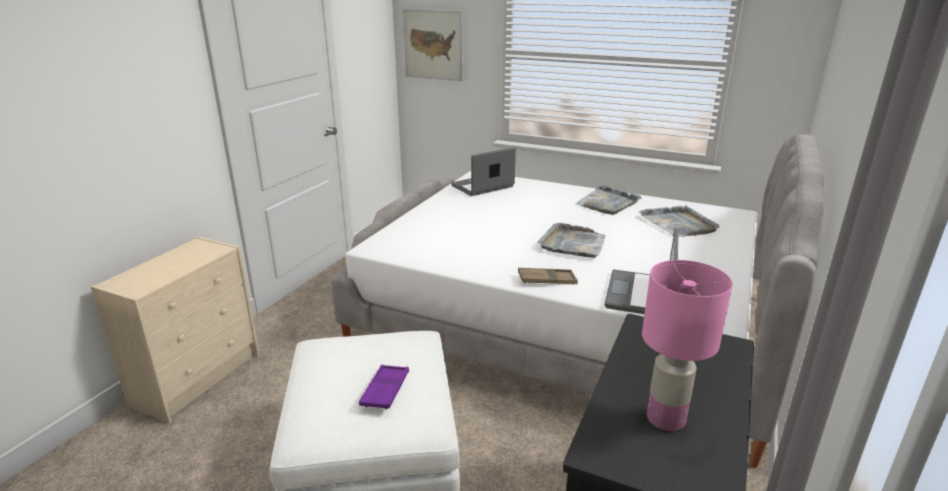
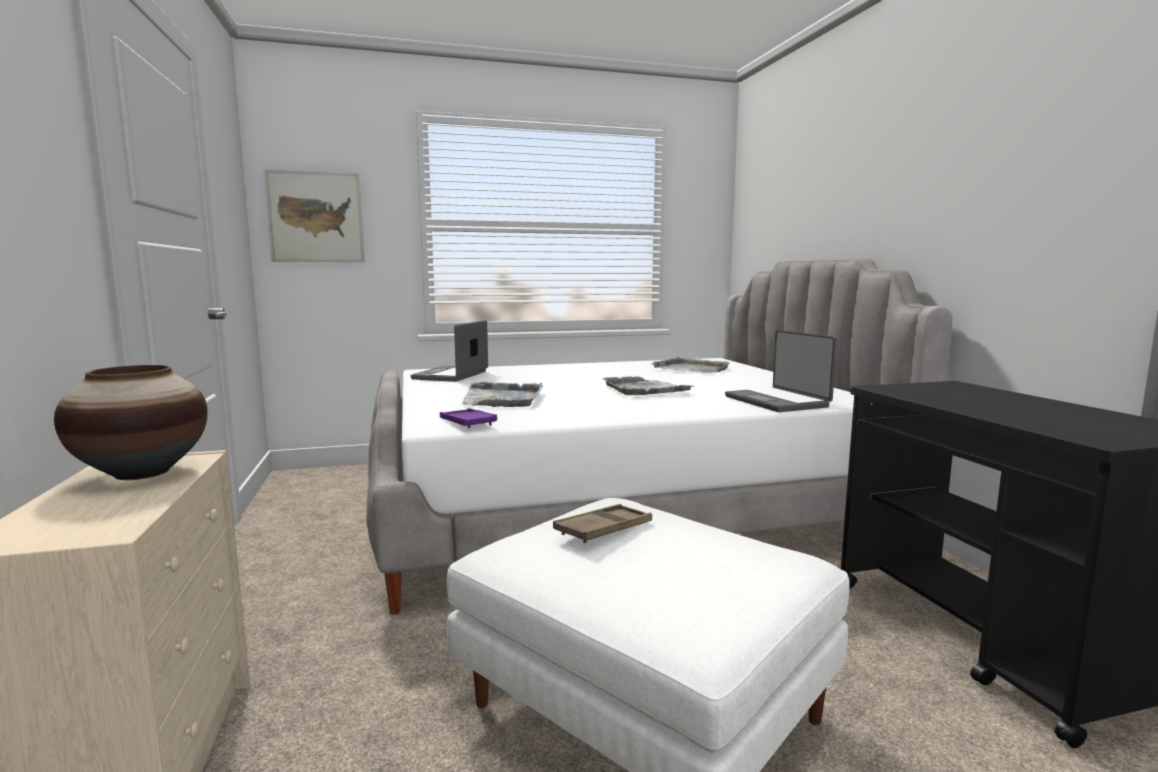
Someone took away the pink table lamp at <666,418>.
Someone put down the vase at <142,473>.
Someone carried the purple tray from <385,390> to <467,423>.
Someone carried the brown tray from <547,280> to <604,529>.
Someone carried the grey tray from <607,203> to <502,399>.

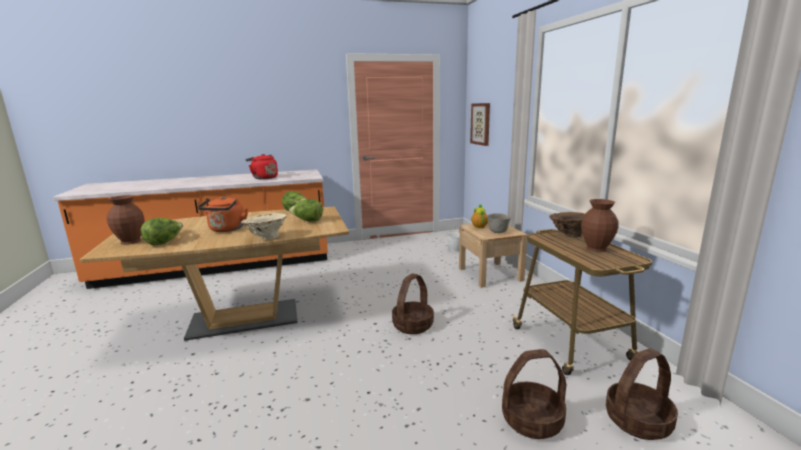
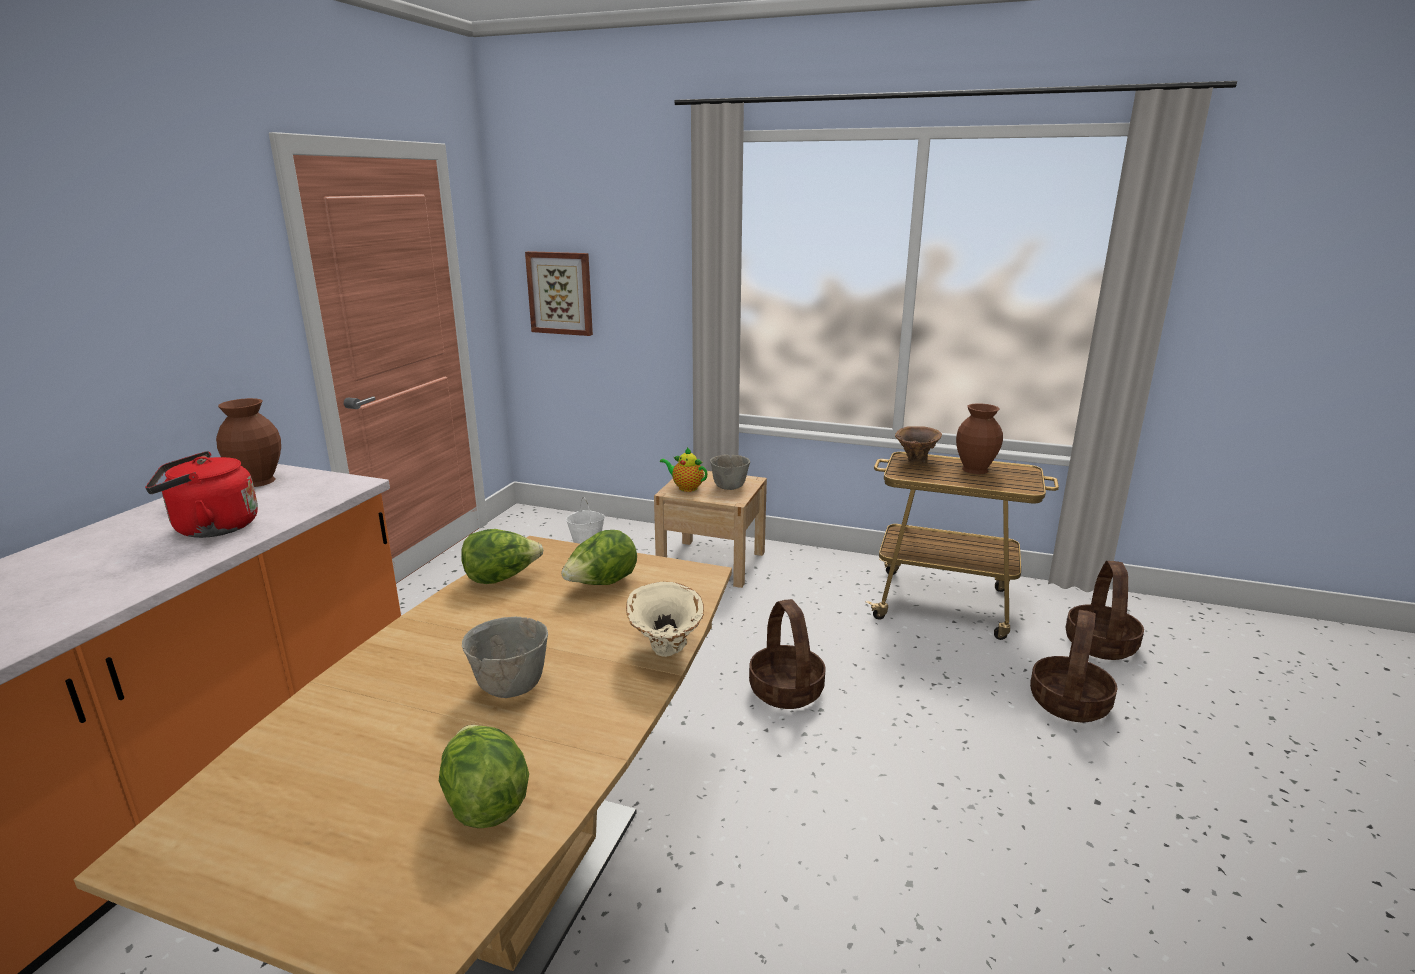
Someone carried the brown vase from <131,241> to <259,481>.
Someone swapped the orange kettle at <226,230> for the grey bowl at <509,688>.

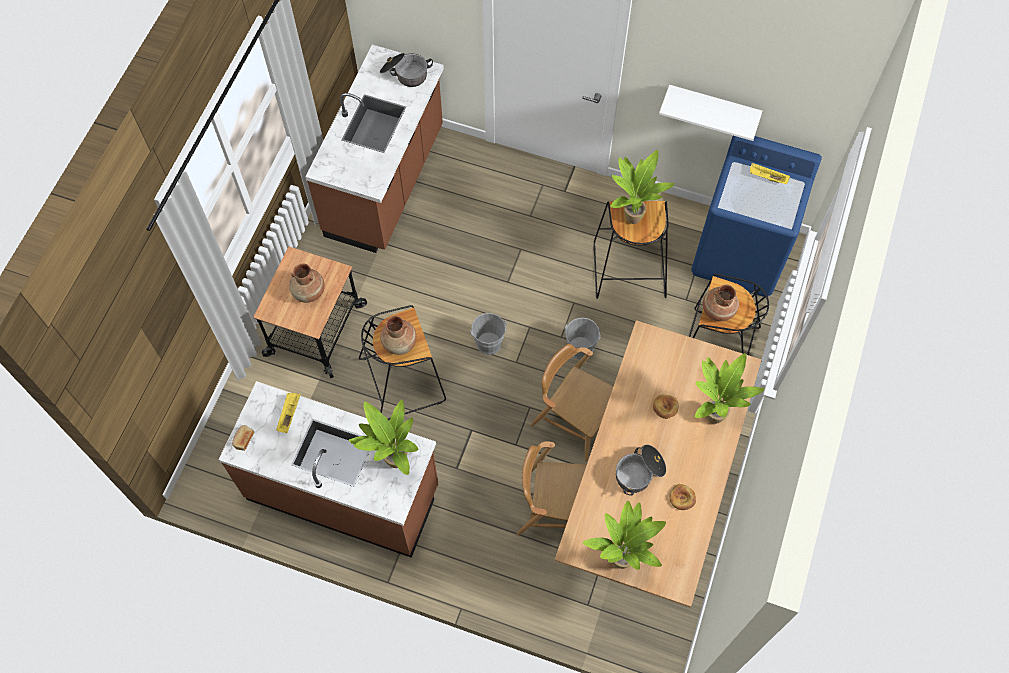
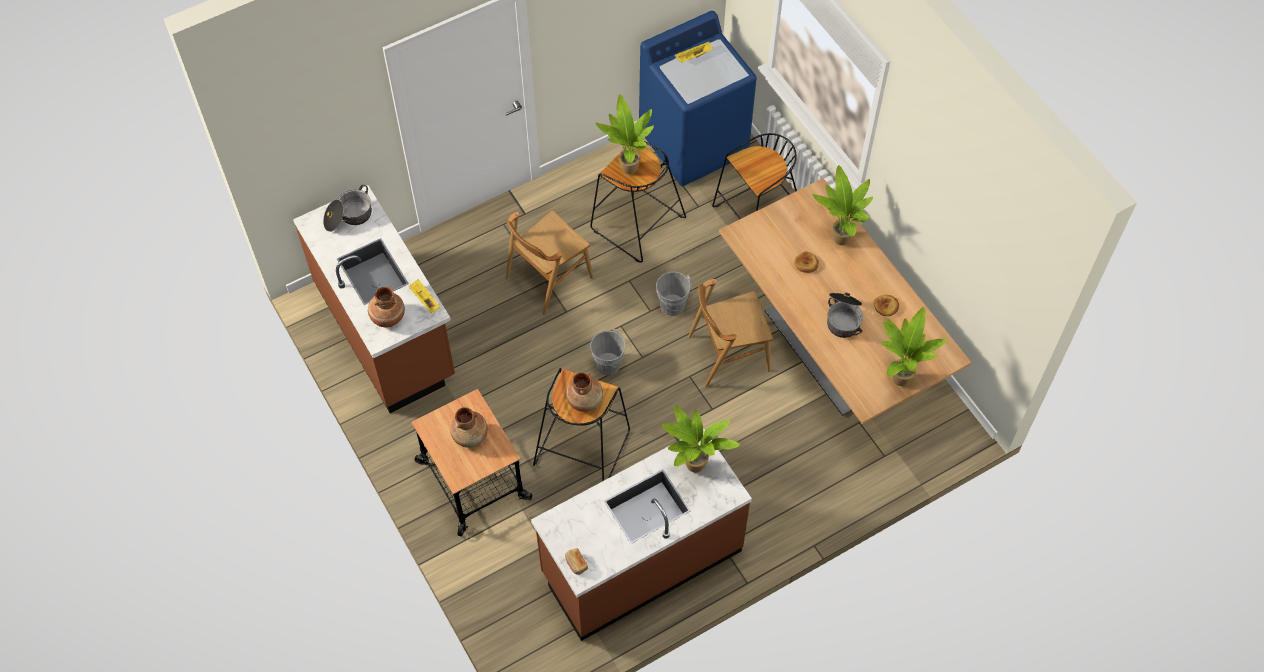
Someone took away the white shelf at <713,107>.
Someone carried the yellow tray from <289,414> to <424,300>.
Someone carried the brown chair from <554,509> to <548,278>.
Someone carried the brown vase from <717,310> to <387,317>.

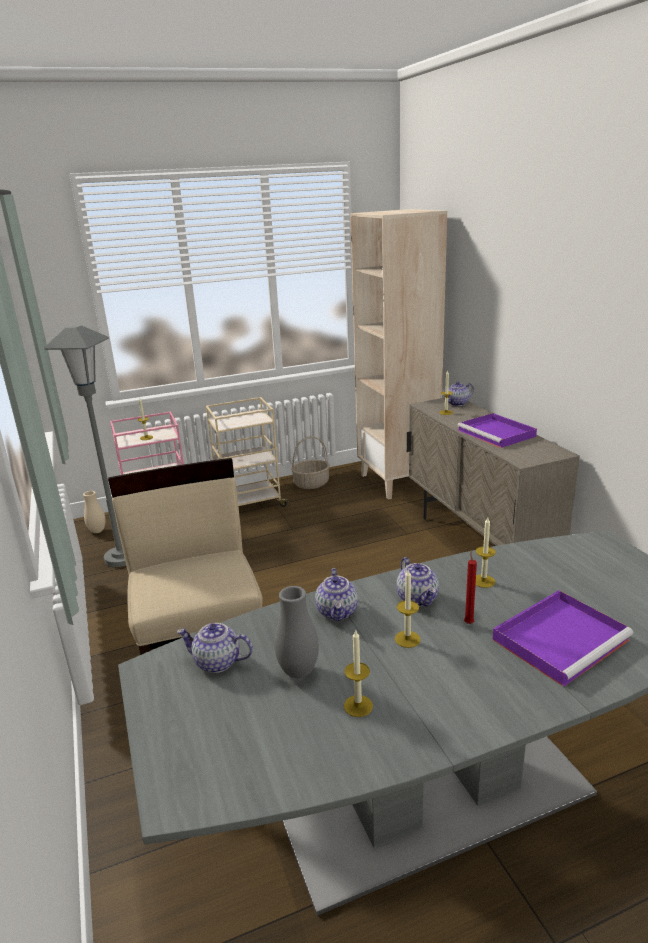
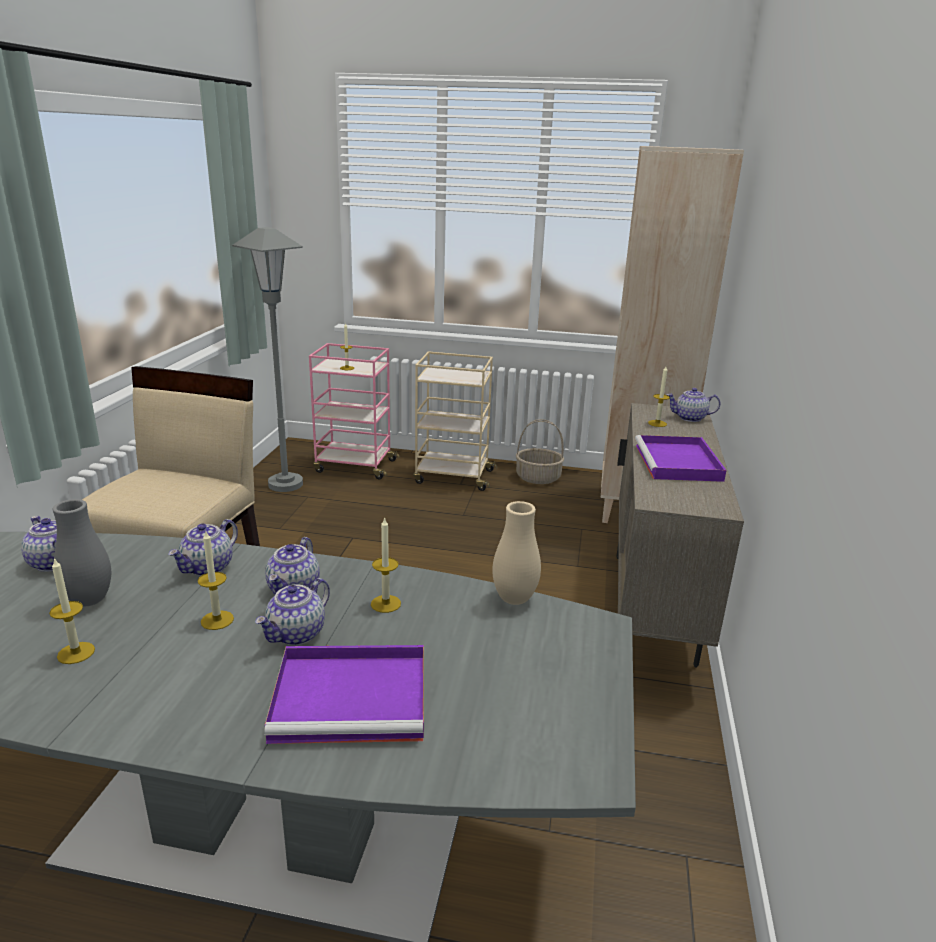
Someone carried the beige vase from <97,531> to <514,599>.
Someone swapped the red candle at <468,622> for the teapot at <296,634>.

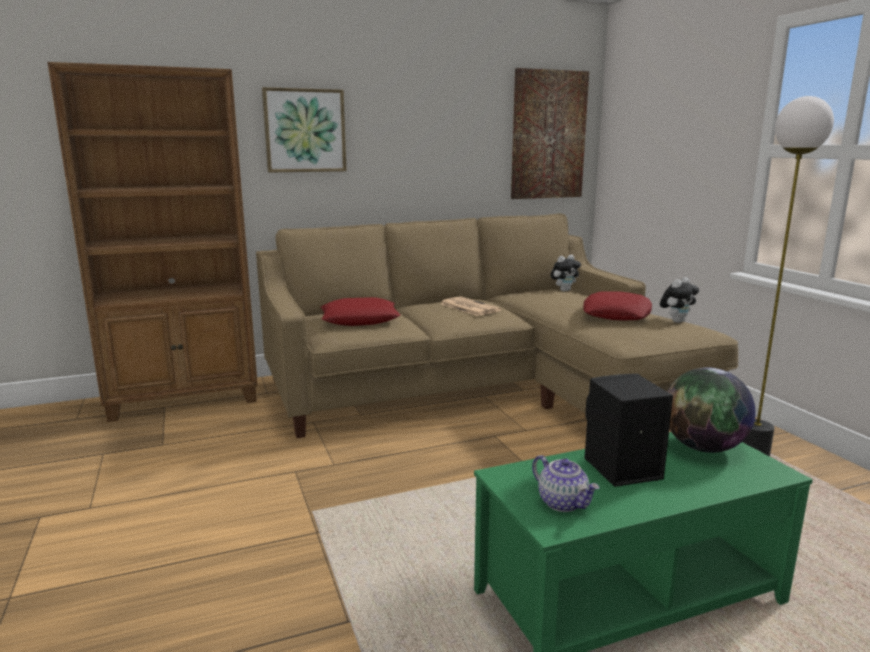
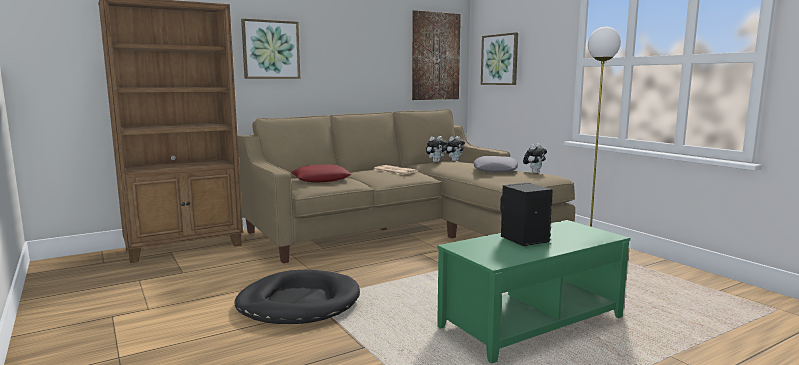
Someone took away the teapot at <563,503>.
Someone took away the globe at <703,448>.
Someone put down the black dog bed at <298,302>.
Someone put down the plush toy at <436,162>.
Someone put up the picture at <500,59>.
Someone repainted the red pillow at <616,314>, which became the grey pillow at <495,170>.

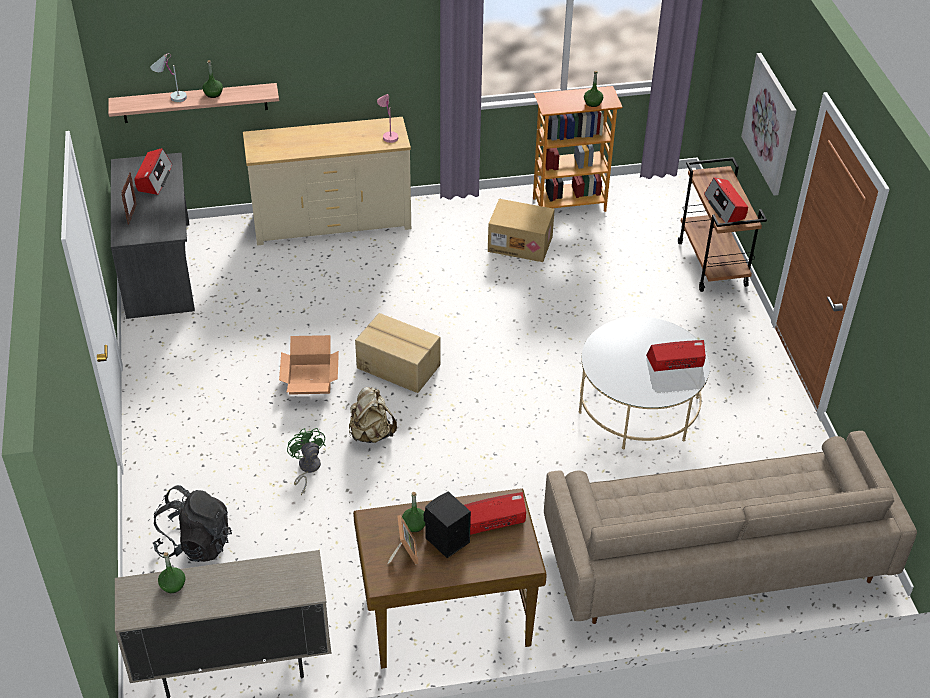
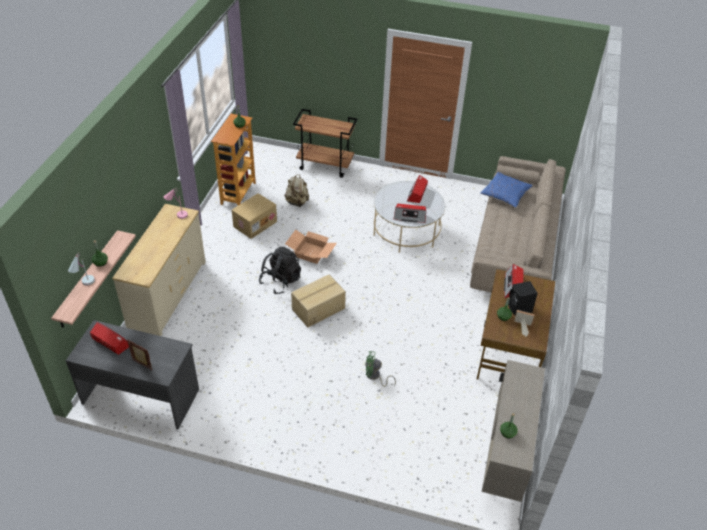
Someone took away the picture at <770,123>.
Someone put down the blue pillow at <505,195>.
Someone carried the black backpack from <195,543> to <280,281>.
Someone carried the cardboard box from <309,378> to <310,253>.
Someone carried the beige backpack from <371,434> to <297,202>.
Someone carried the radio from <725,207> to <410,216>.

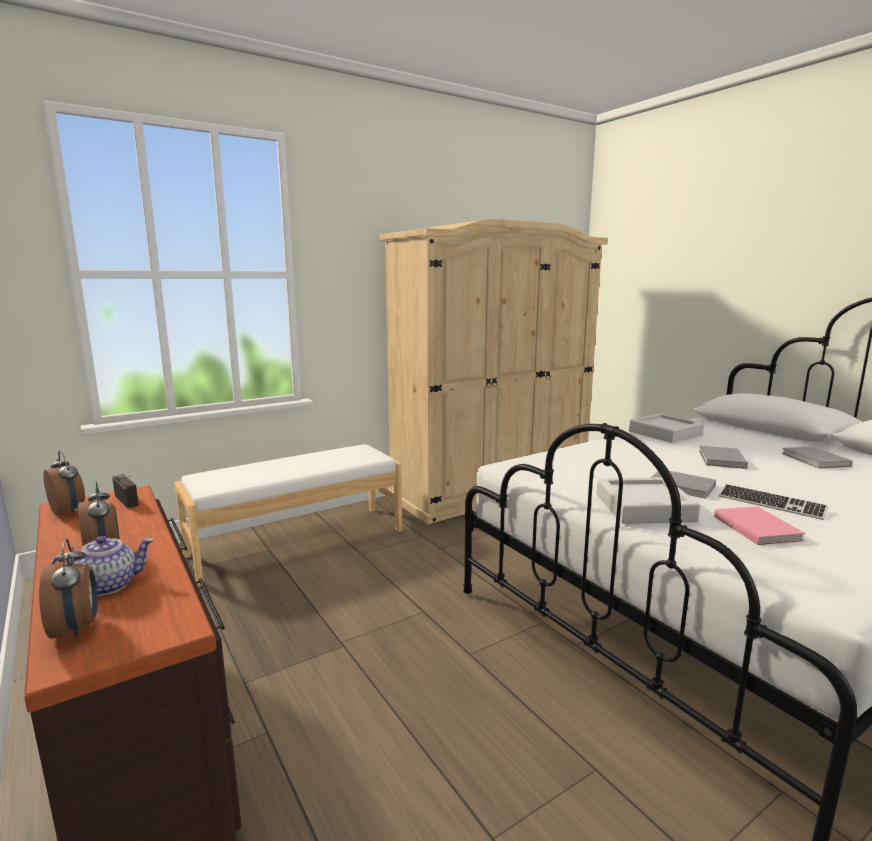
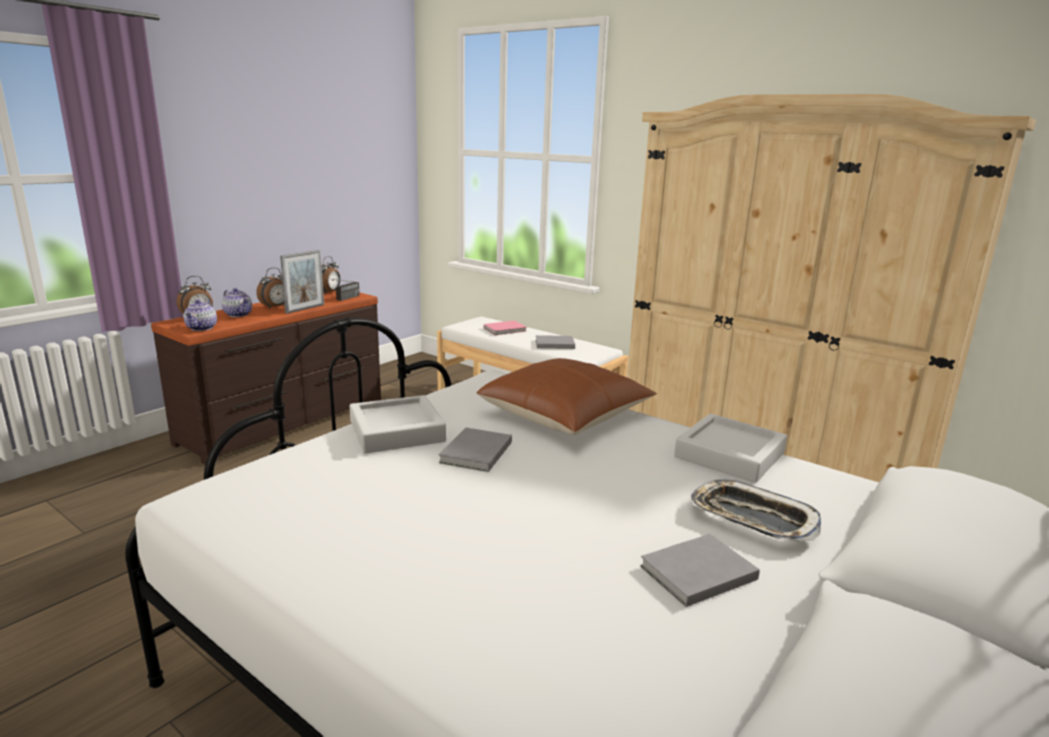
Someone took away the keyboard at <771,504>.
Someone put down the teapot at <202,328>.
Someone put down the picture frame at <305,309>.
Someone put down the brown pillow at <566,414>.
Someone put down the tray at <752,518>.
Someone carried the grey book from <721,459> to <553,344>.
Someone carried the pink book from <756,527> to <506,330>.

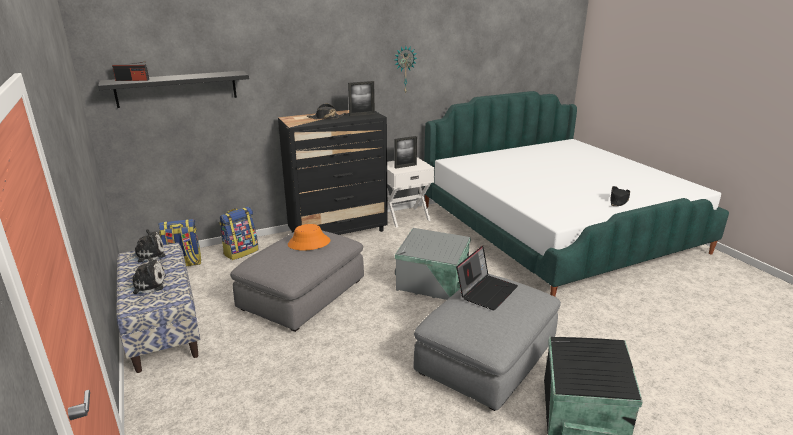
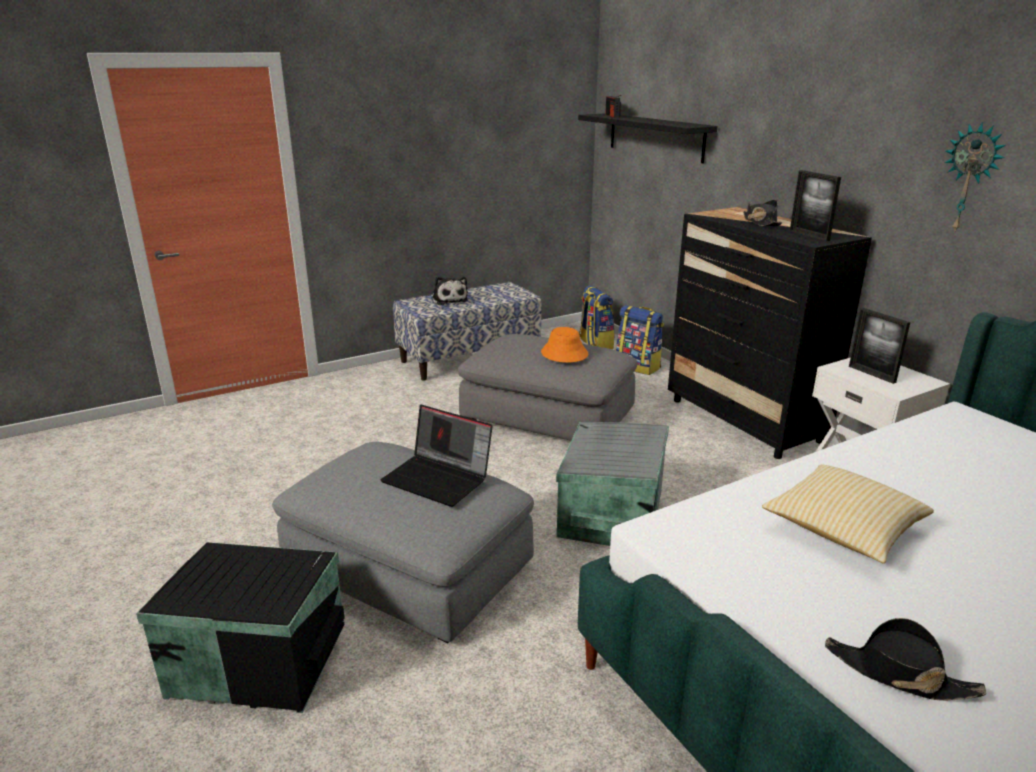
Someone took away the plush toy at <148,255>.
Someone put down the pillow at <842,530>.

